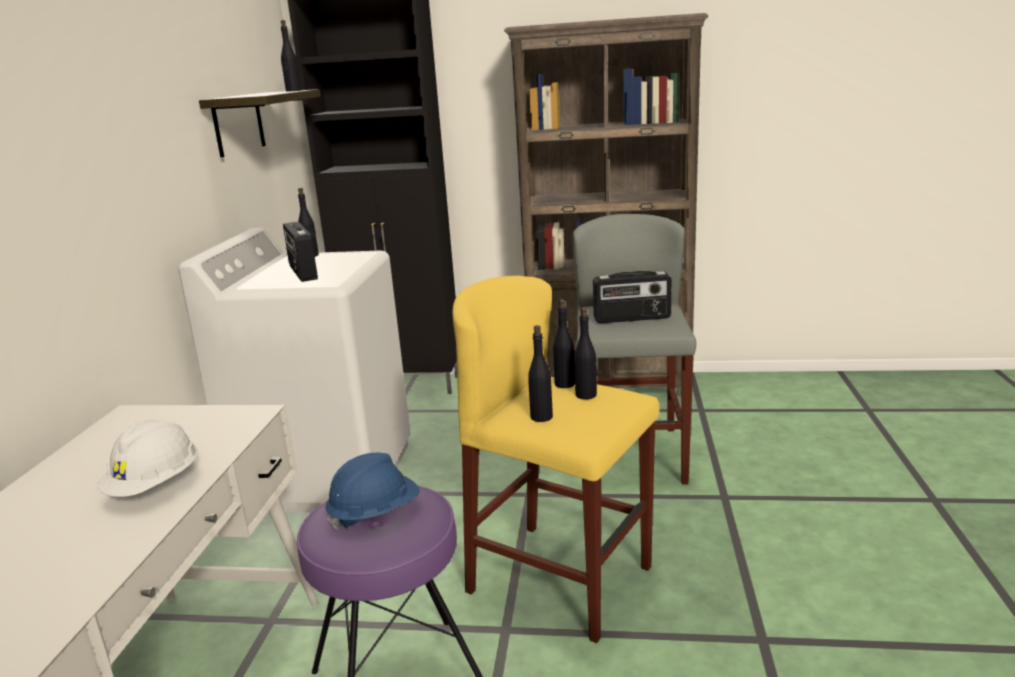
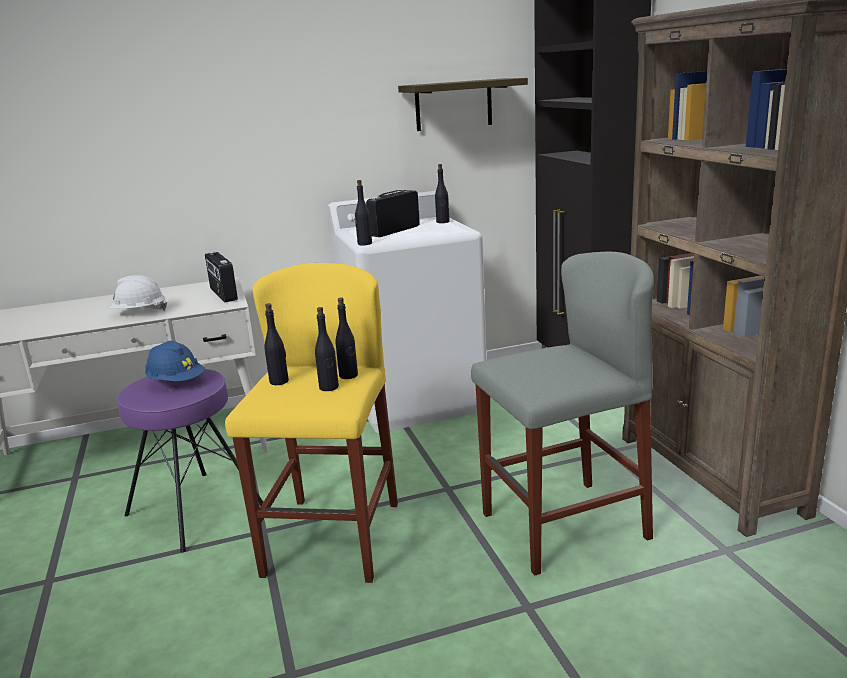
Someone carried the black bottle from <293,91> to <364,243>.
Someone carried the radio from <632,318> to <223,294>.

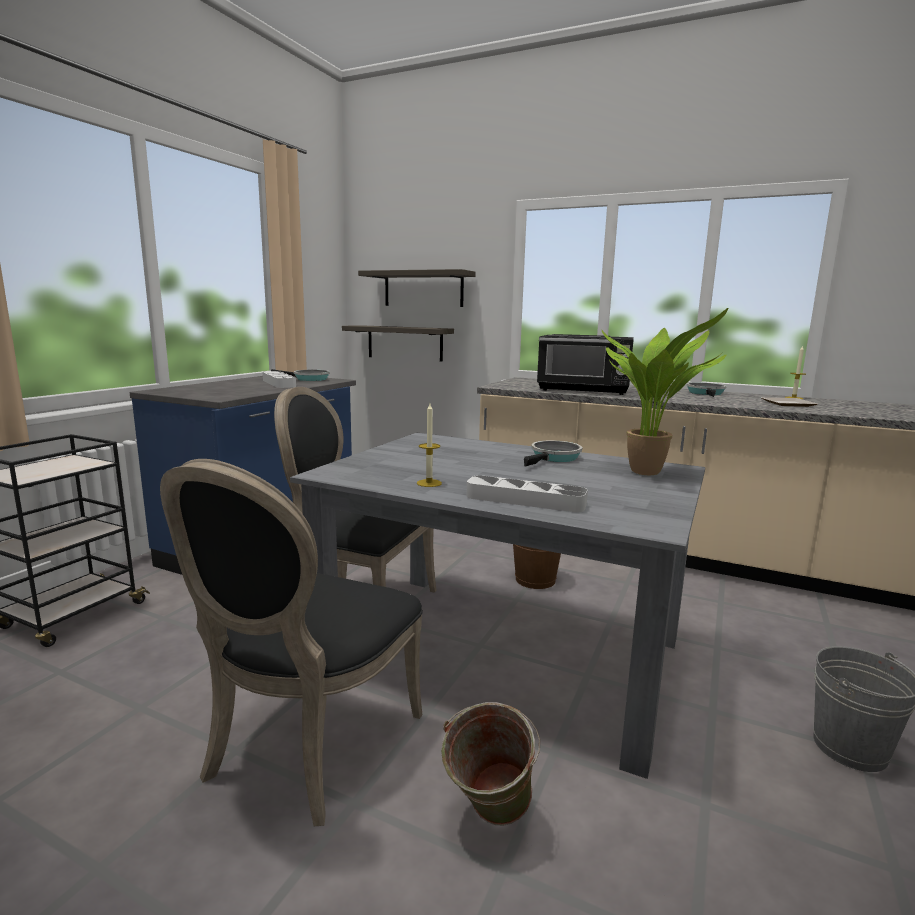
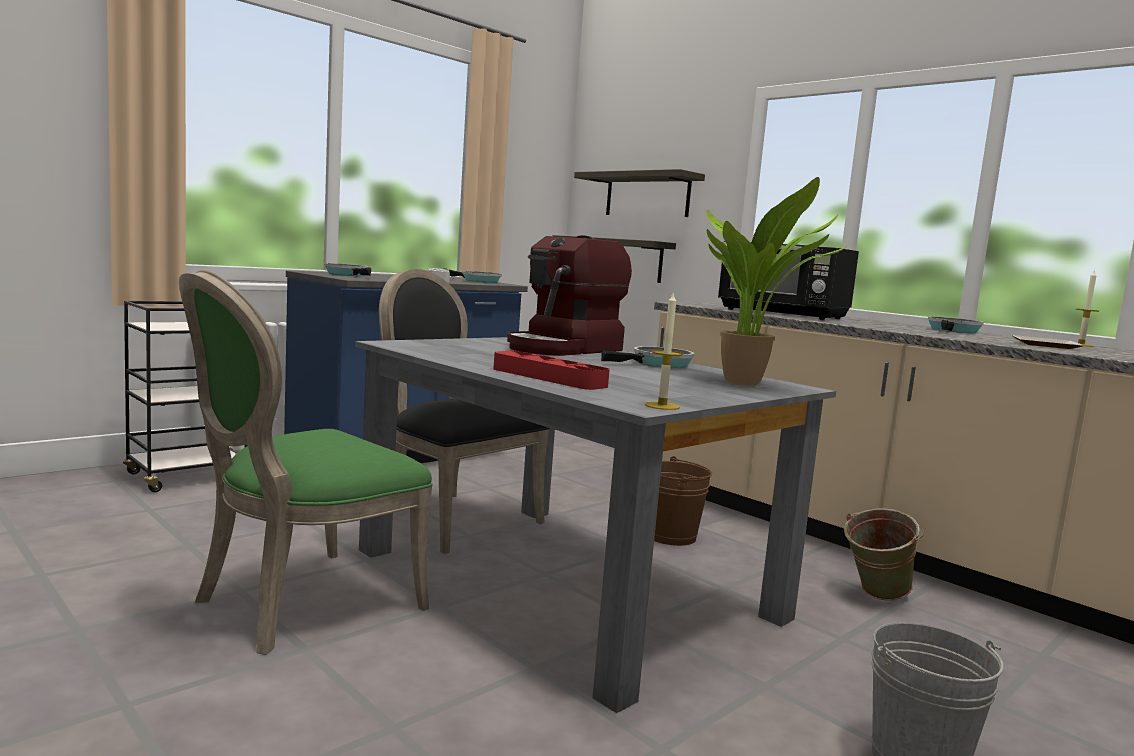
Someone put down the frying pan at <348,275>.
Someone put down the coffee machine at <564,349>.
Someone carried the candle from <429,483> to <662,406>.
Someone carried the green bucket from <488,818> to <874,596>.
Someone repainted the black chair at <306,747>, which became the green chair at <300,604>.
Someone repainted the grey tray at <525,500>, which became the red tray at <548,377>.

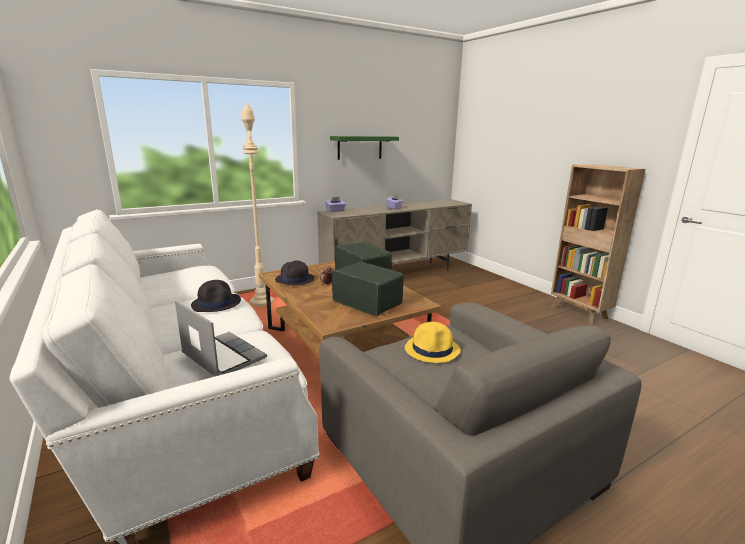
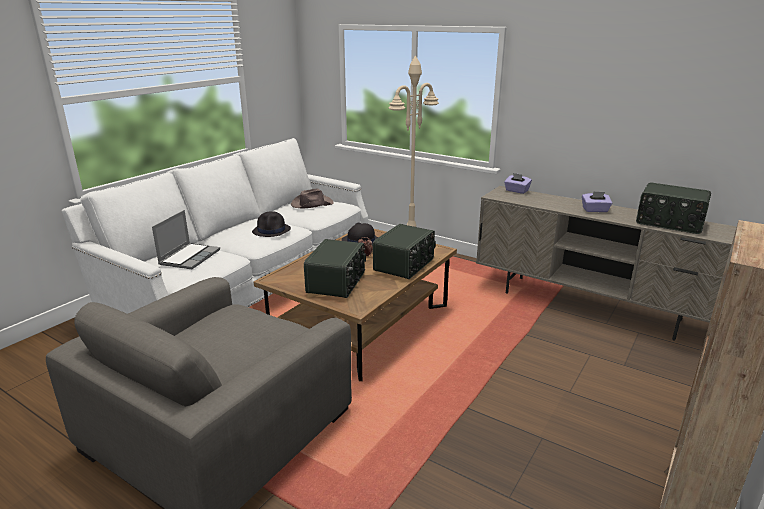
Someone took away the green shelf at <360,147>.
Someone took away the yellow hat at <432,349>.
Someone put down the brown hat at <311,204>.
Someone put down the radio at <669,223>.

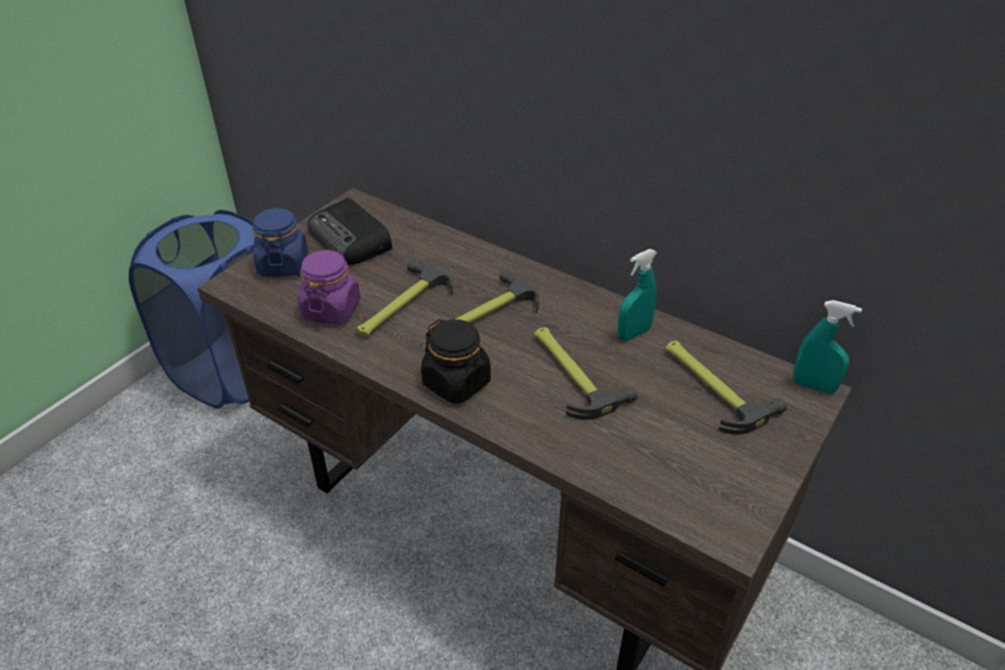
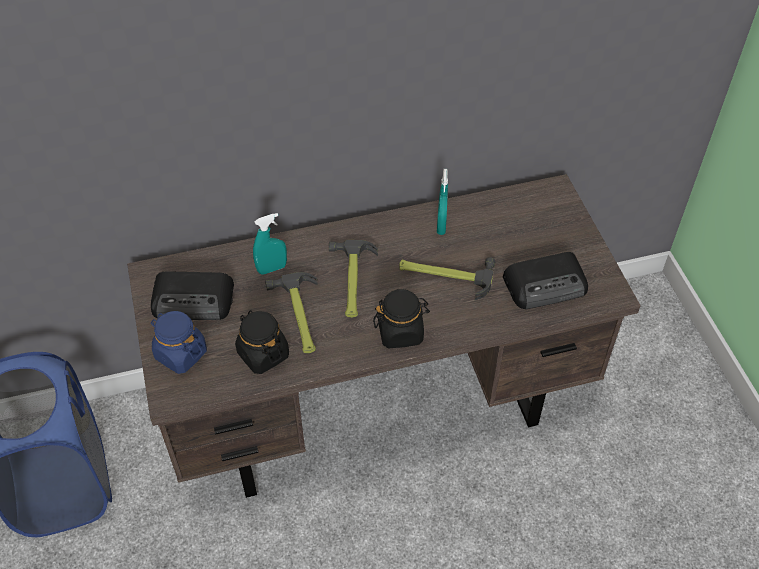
Someone took away the hammer at <712,386>.
Someone put down the radio at <546,285>.
Someone carried the turquoise spray bottle from <813,386> to <272,268>.
Someone repainted the purple jar at <331,309>, which became the black jar at <263,354>.

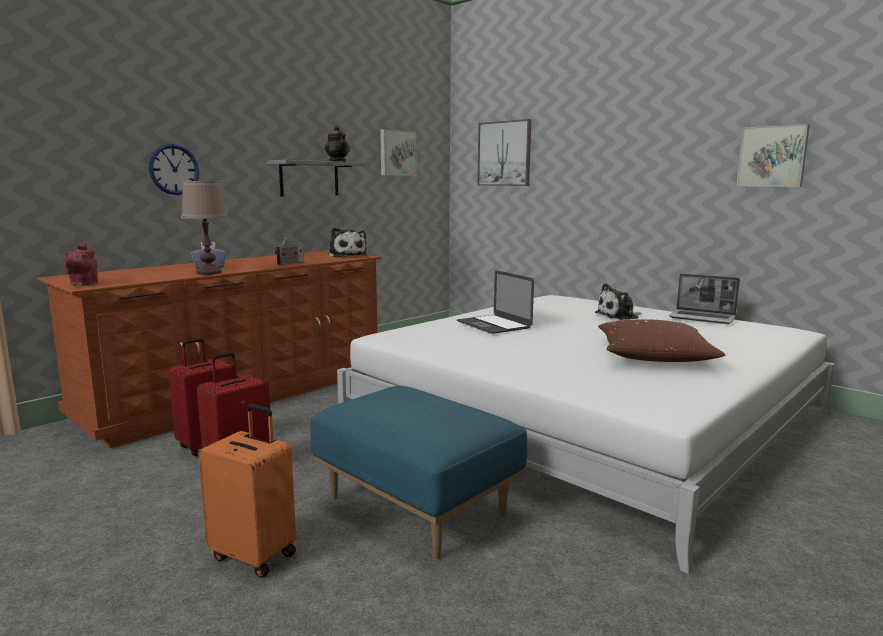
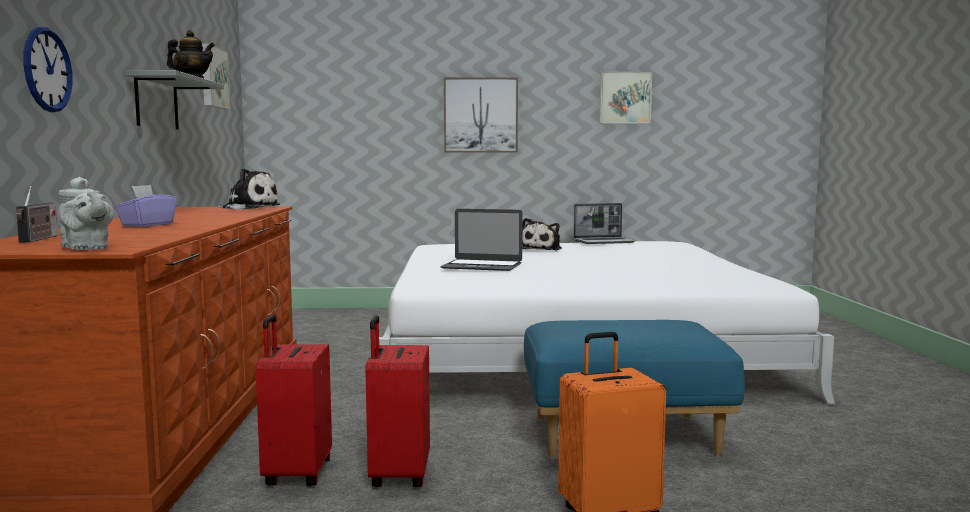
Someone took away the brown table lamp at <209,273>.
Someone took away the brown pillow at <654,356>.
Someone carried the radio from <289,263> to <38,239>.
Someone carried the picture from <504,153> to <480,115>.
Someone repainted the red teapot at <82,284>, which became the grey teapot at <86,248>.

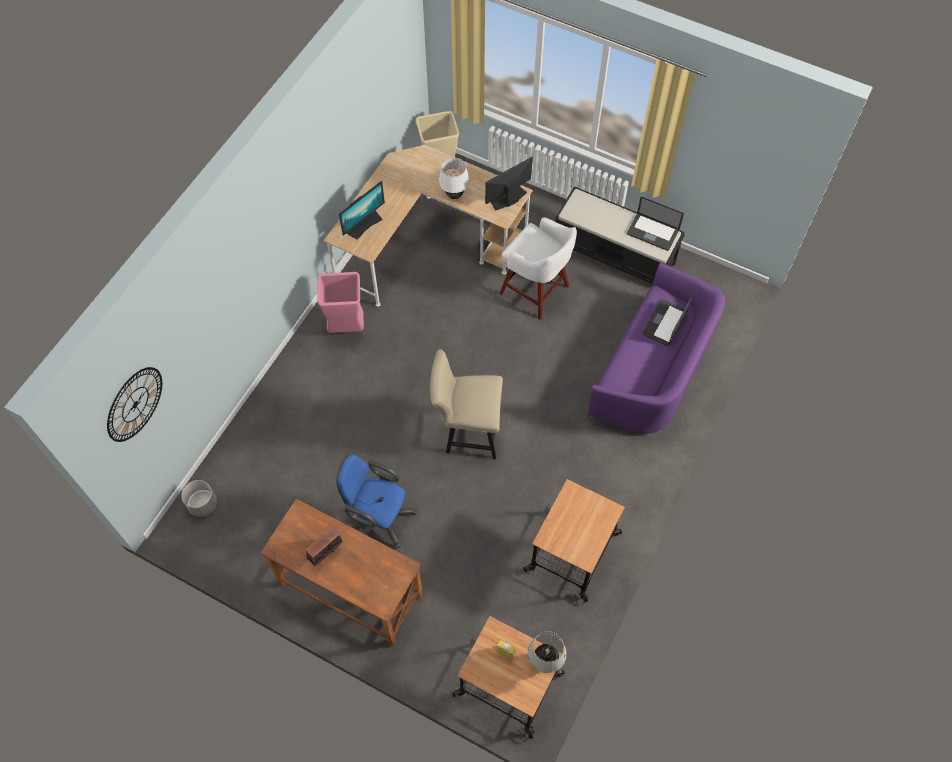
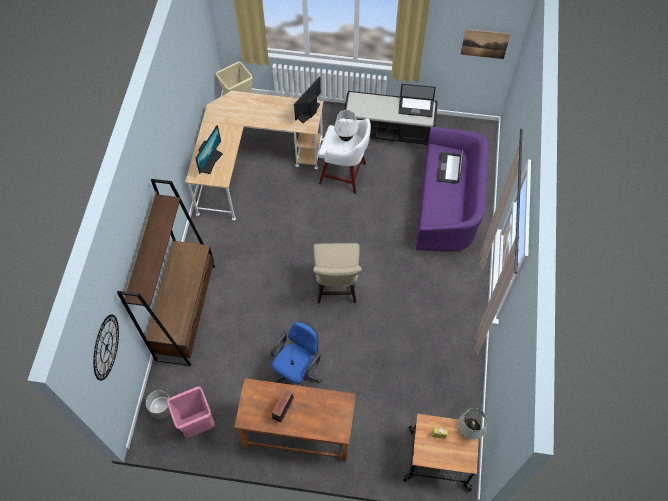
Someone took away the cart at <573,552>.
Someone put down the brown bookcase at <186,311>.
Someone put up the picture at <485,44>.
Someone carried the pink trash can from <347,328> to <199,425>.
Someone carried the white table lamp from <454,195> to <346,138>.
Someone rotated the blue office chair at <378,518> by 120 degrees clockwise.
Someone rotated the beige chair at <467,431> by 75 degrees counterclockwise.

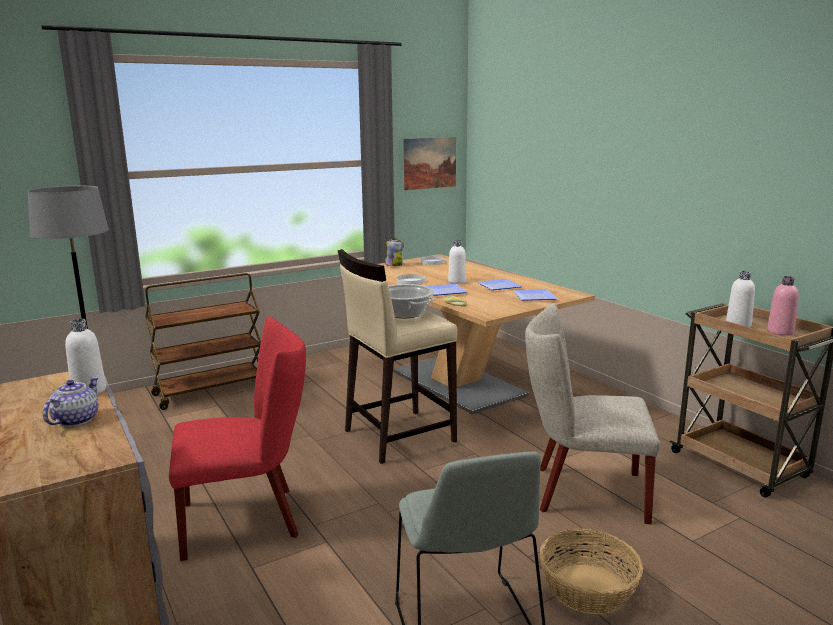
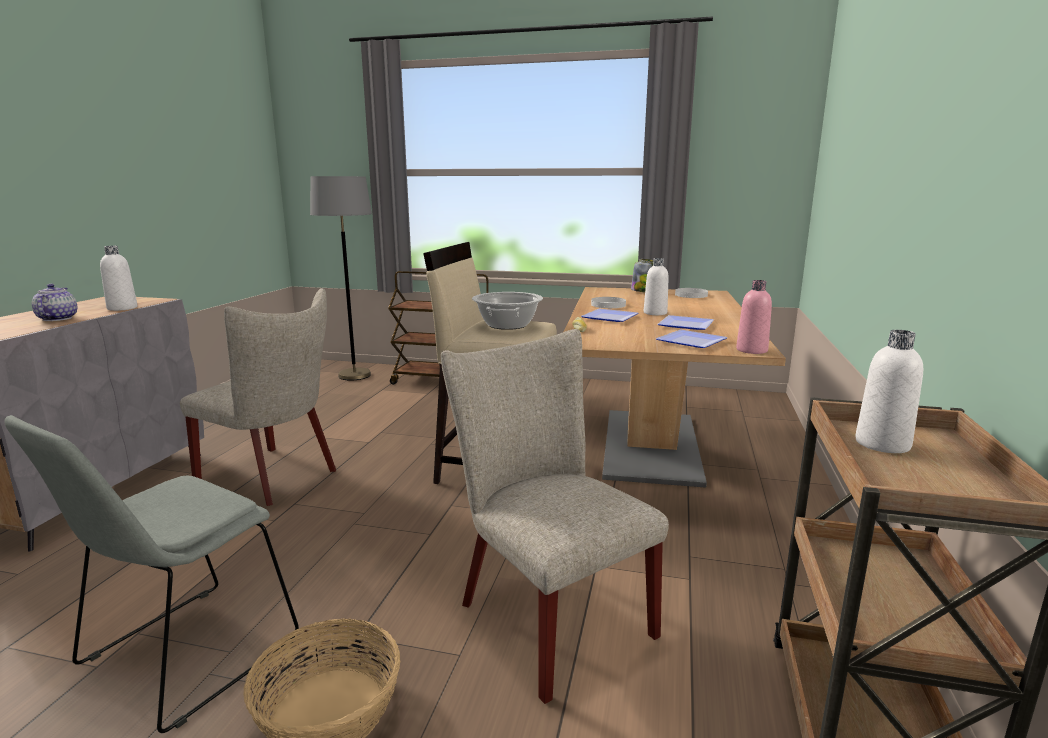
Someone took away the picture at <429,163>.
Someone carried the pink bottle from <780,332> to <751,350>.
Someone repainted the red chair at <248,519>, which became the beige chair at <274,477>.
Someone rotated the teapot at <75,420> by 75 degrees counterclockwise.

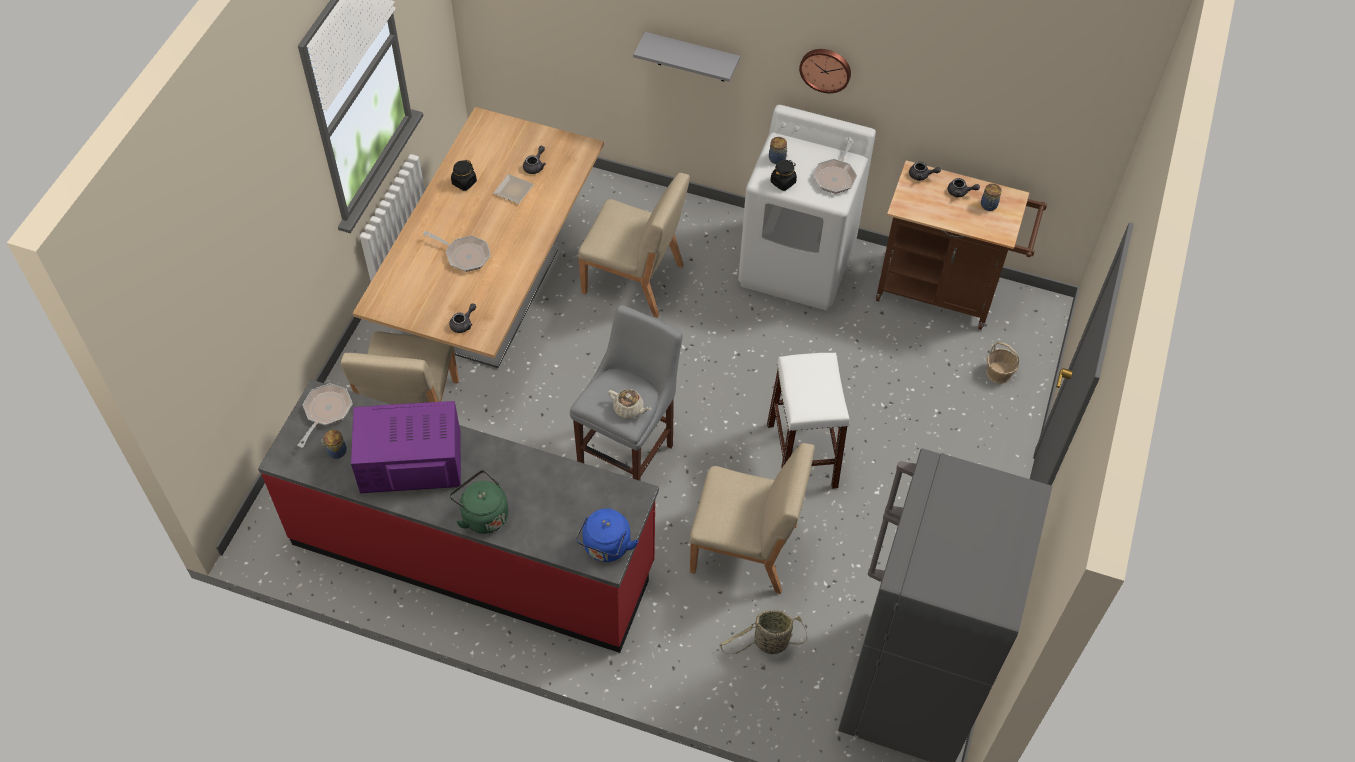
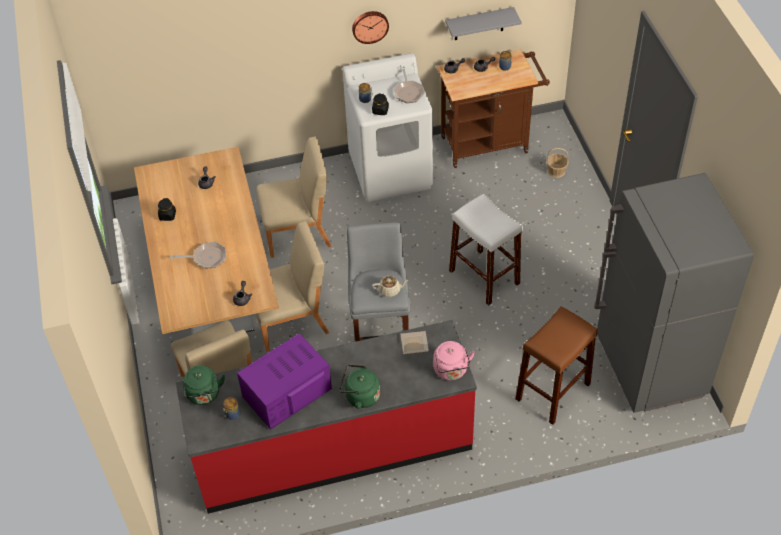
Someone carried the plate from <512,191> to <413,344>.
Someone carried the grey shelf from <691,58> to <479,24>.
Someone carried the beige chair from <745,549> to <291,321>.
Someone swapped the frying pan at <326,412> for the green kettle at <204,395>.
Someone swapped the basket at <768,643> for the brown stool at <552,391>.
Someone repainted the blue kettle at <606,548>, which became the pink kettle at <451,371>.

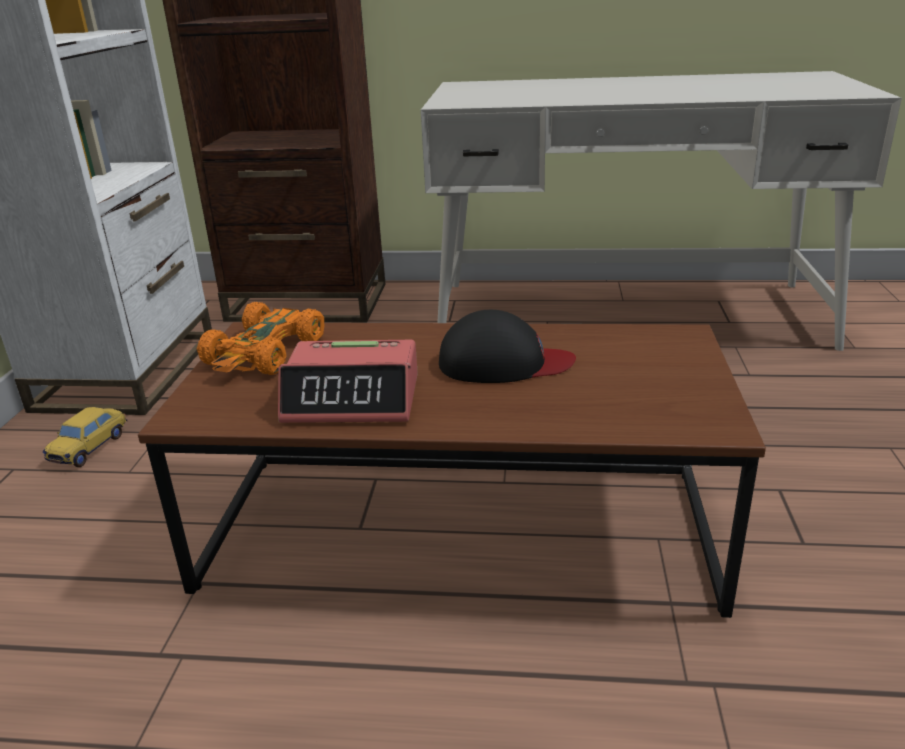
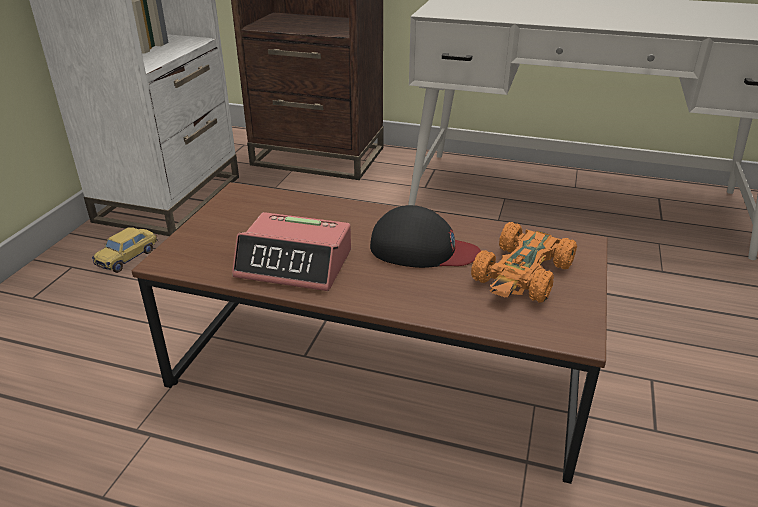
Someone carried the orange toy car from <265,353> to <523,274>.

